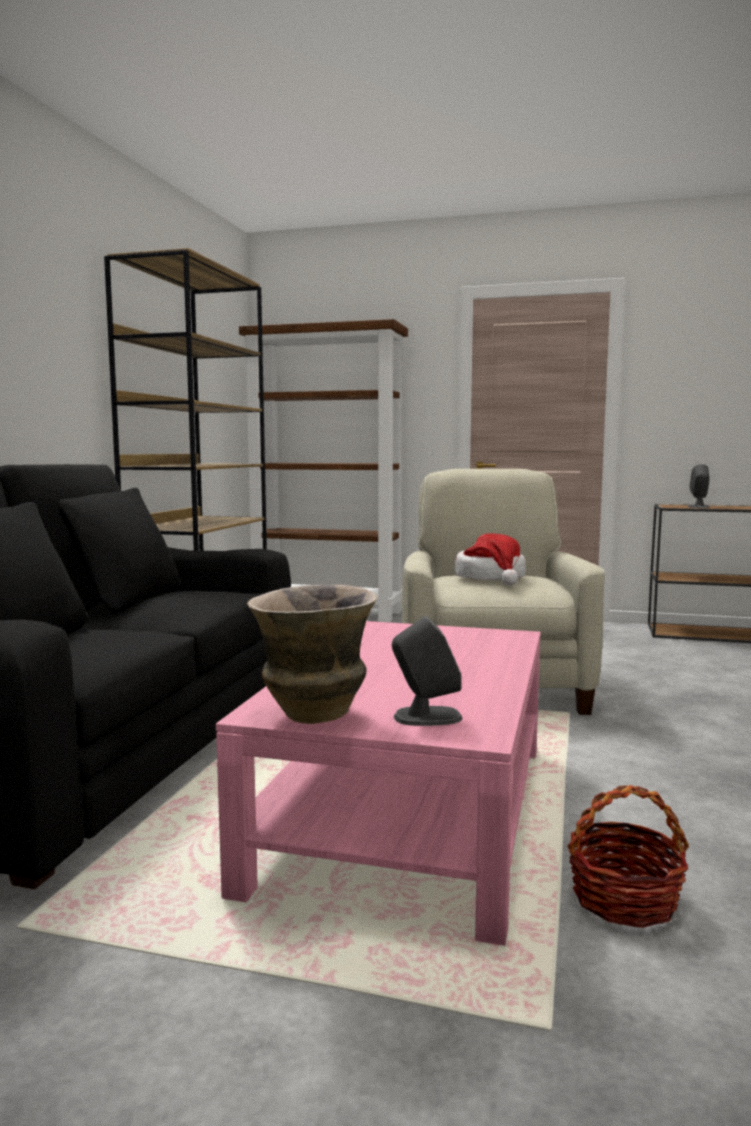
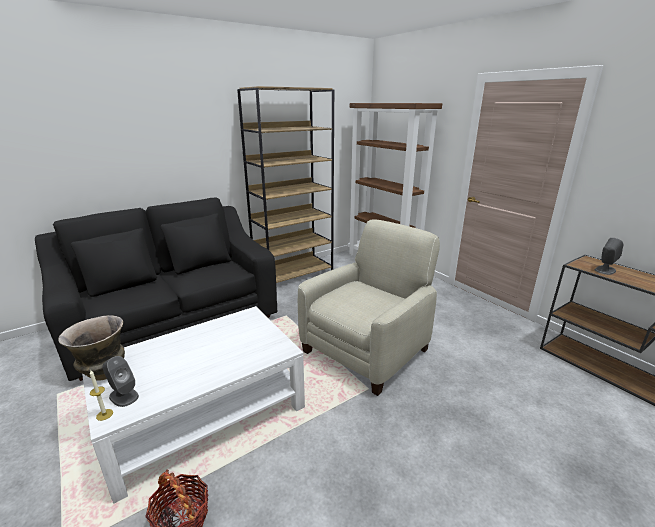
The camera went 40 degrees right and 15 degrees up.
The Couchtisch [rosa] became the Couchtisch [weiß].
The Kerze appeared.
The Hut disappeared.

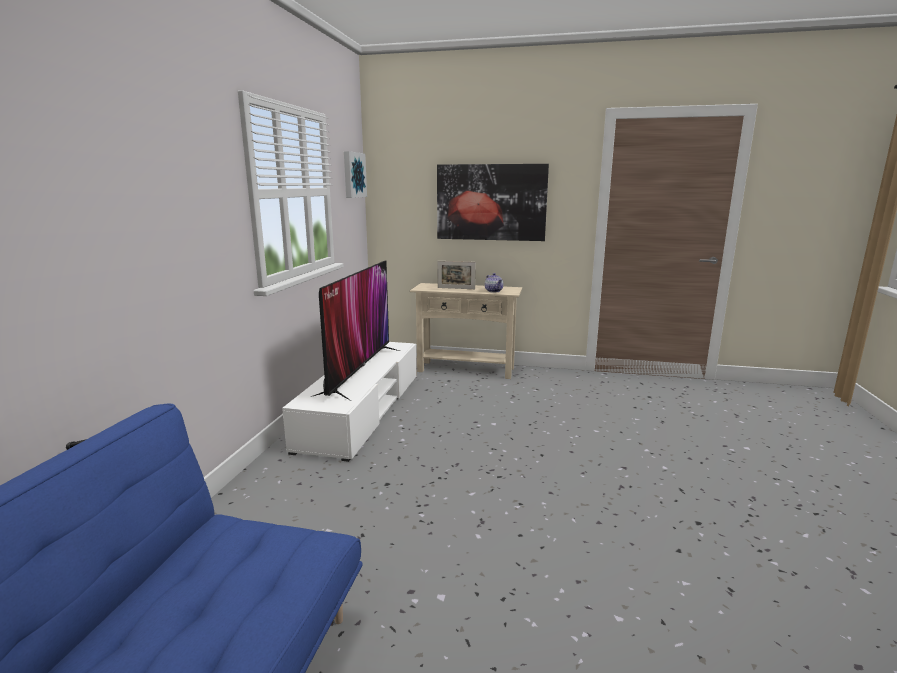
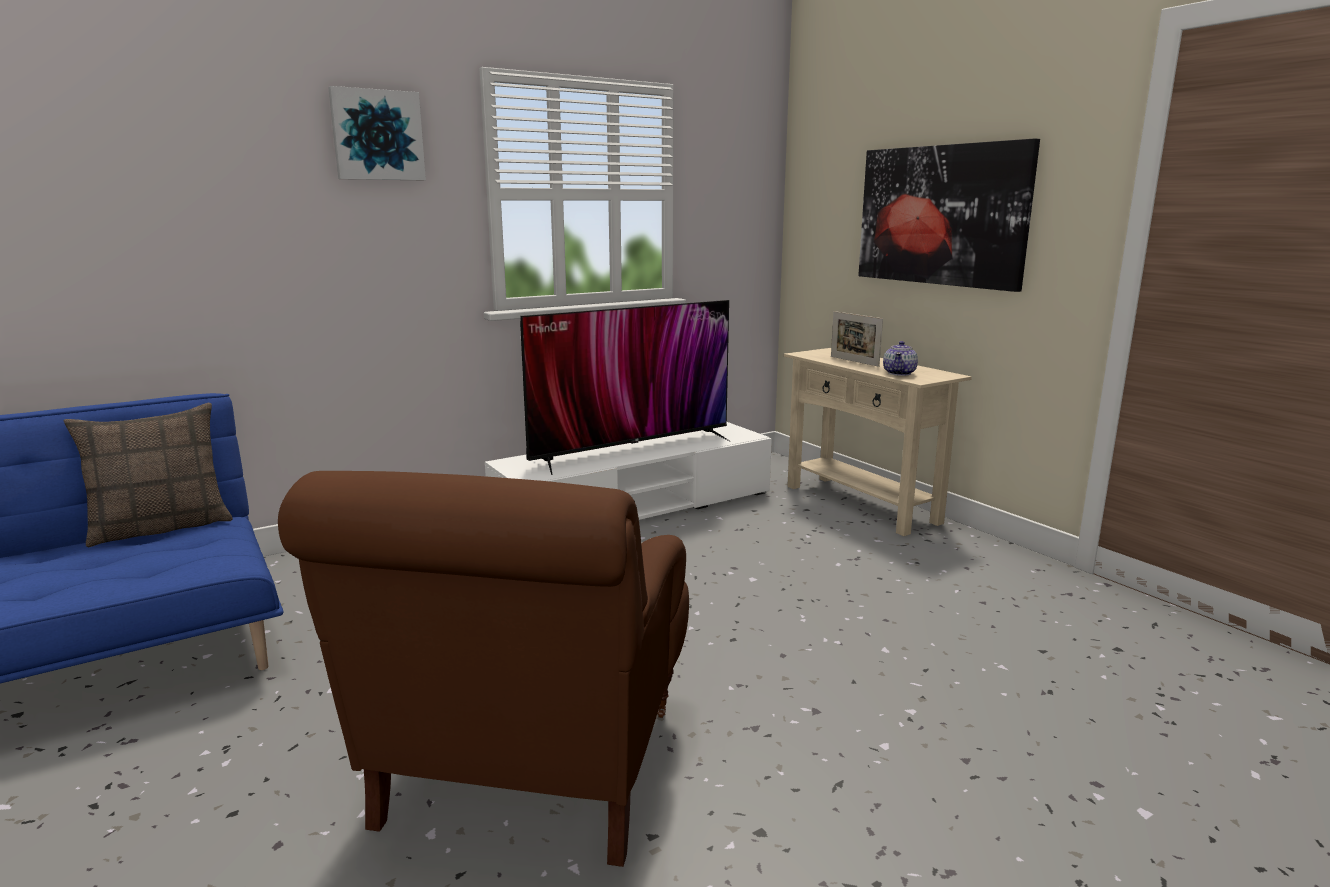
The camera went 45 degrees right and 0 degrees up.
The Kissen appeared.
The Sessel [braun] appeared.
The Bild (1st from left) moved.

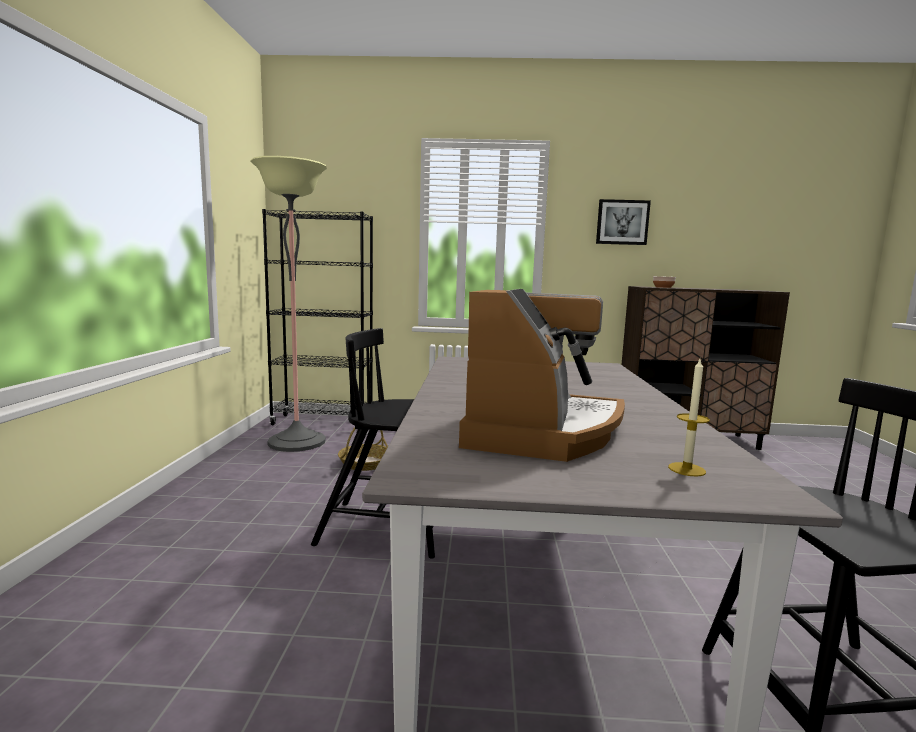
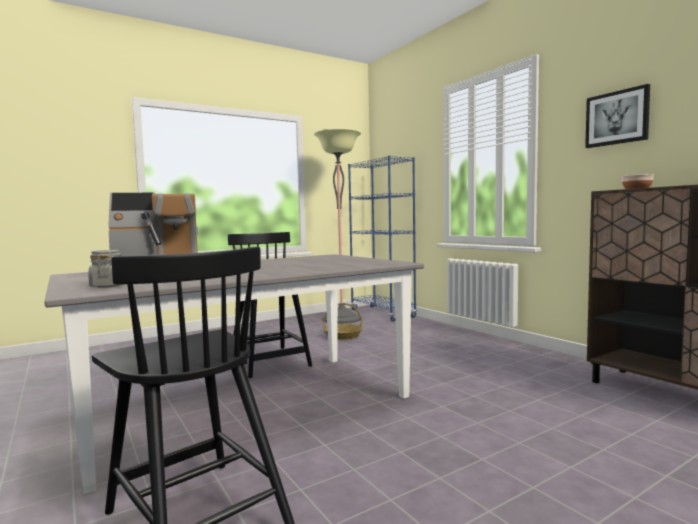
The camera went 55 degrees right and 5 degrees down.
The Kerze was replaced by the Vorratsglas [grau].
The Bücherregal [schwarz] became the Bücherregal [blau].

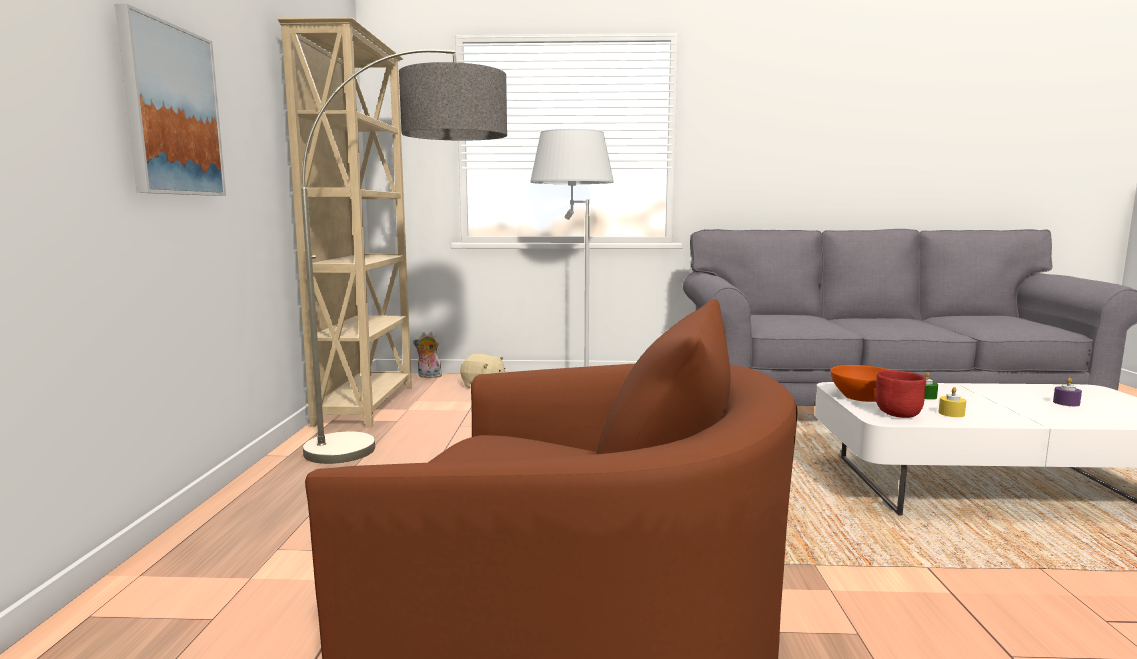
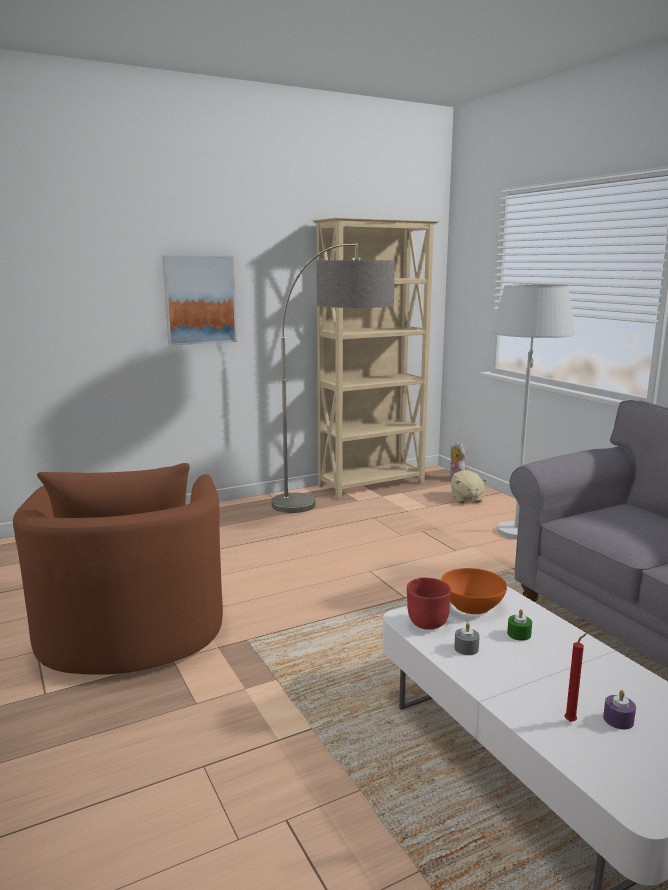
The camera went 60 degrees right and 5 degrees up.
The Kerze [gelb] became the Kerze [grau].
The Kerze [rot] appeared.

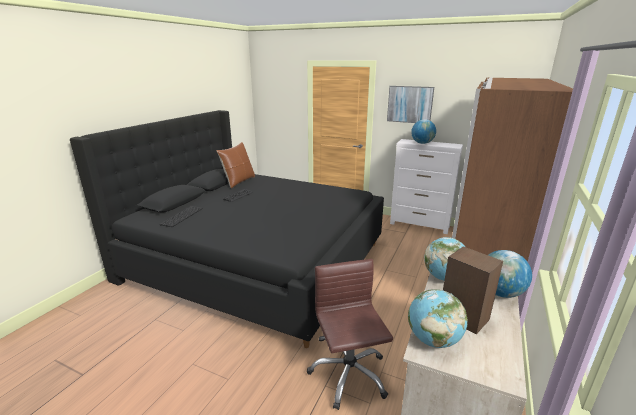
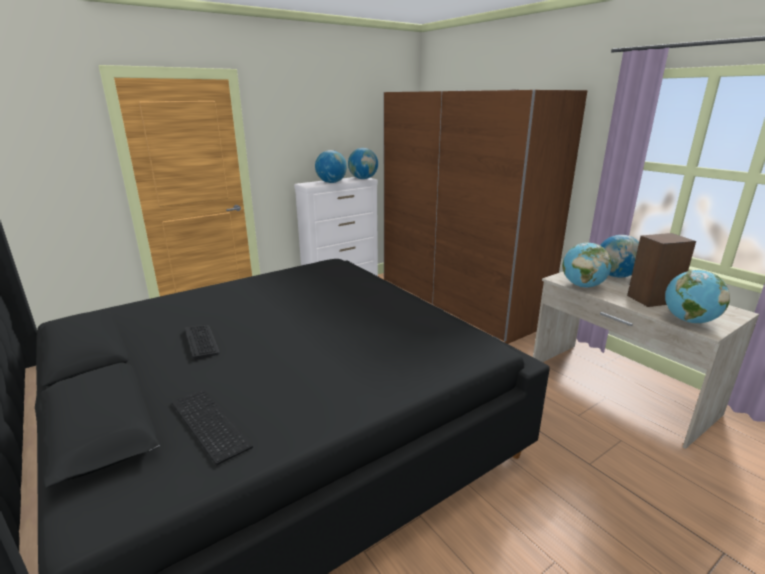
The camera went 60 degrees left and 0 degrees up.
The Globus (2nd from left) appeared.
The Kissen [braun] disappeared.
The Bürostuhl [braun] disappeared.
The Bild disappeared.

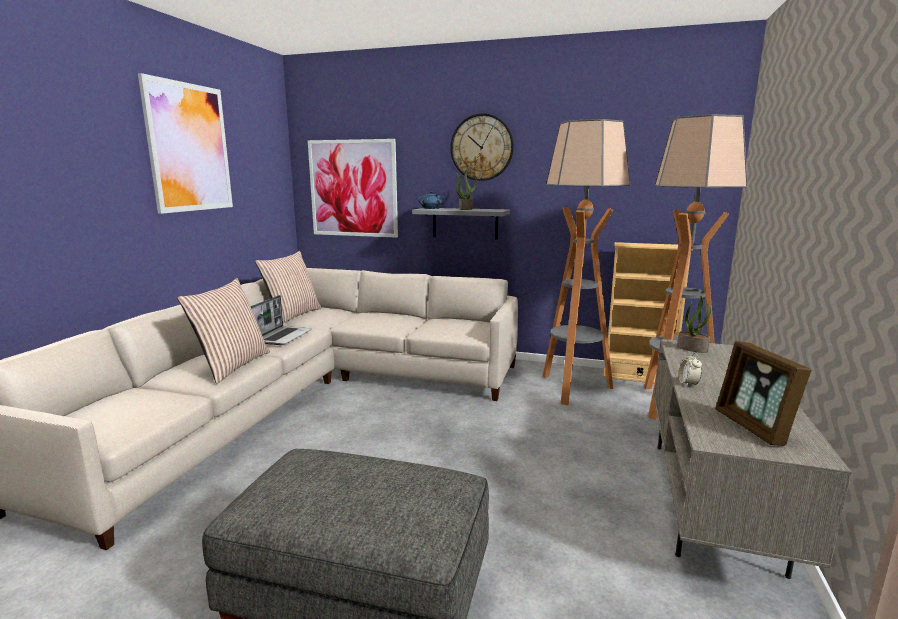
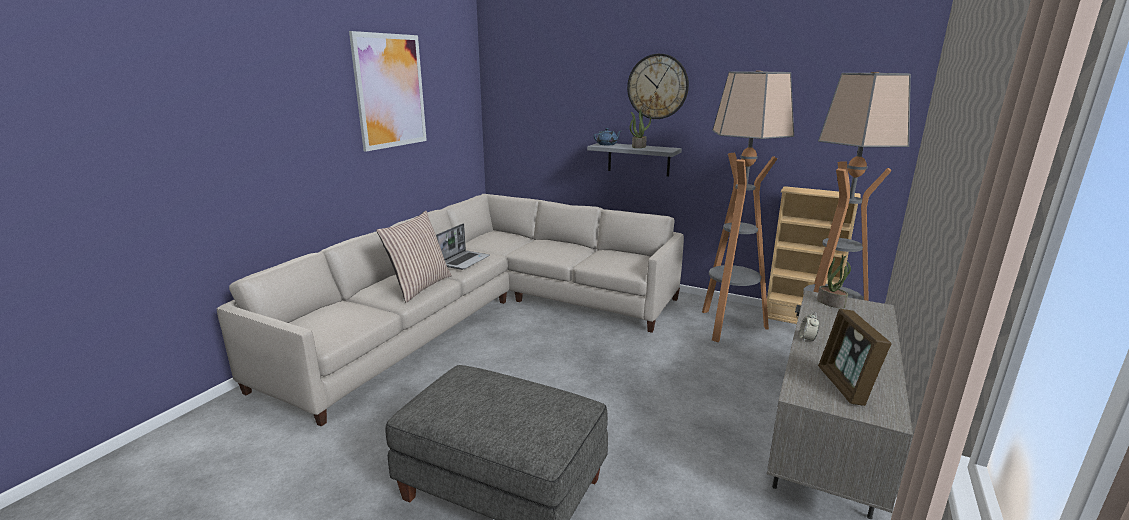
The camera went 10 degrees right and 5 degrees up.
The Kissen (2nd from left) disappeared.
The Bild (2nd from left) disappeared.

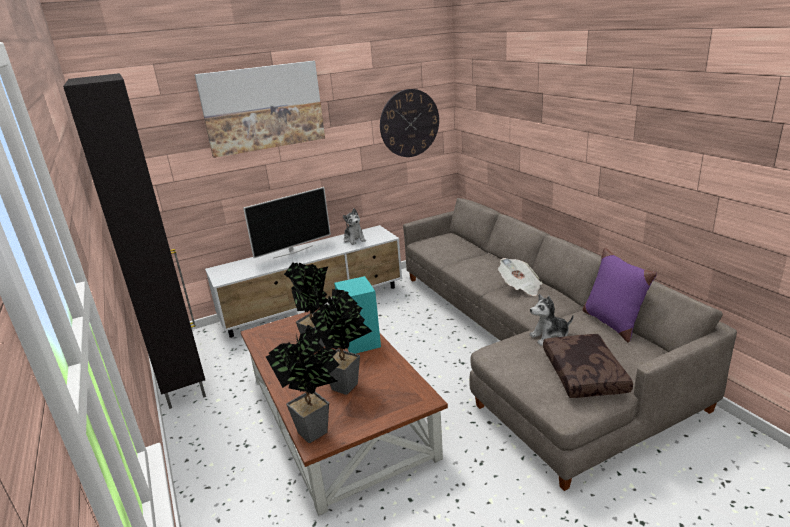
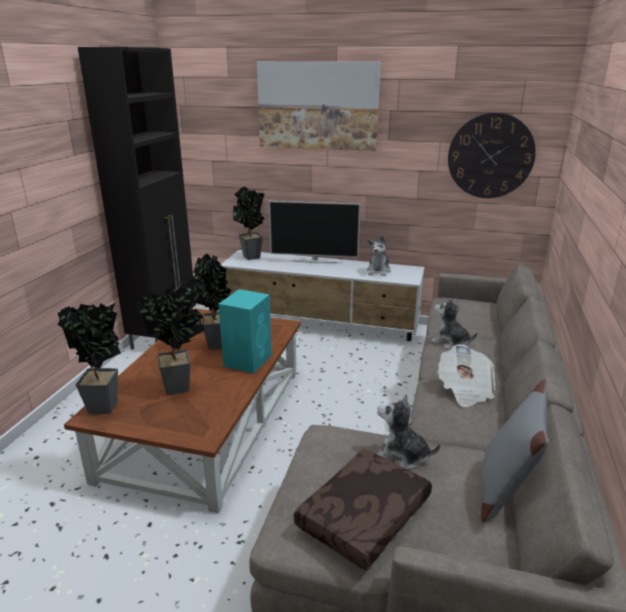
The camera went 40 degrees right and 0 degrees up.
The Topfpflanze (4th from left) appeared.
The Plüschtier (3rd from left) appeared.
The Kissen [lila] became the Kissen [grau].

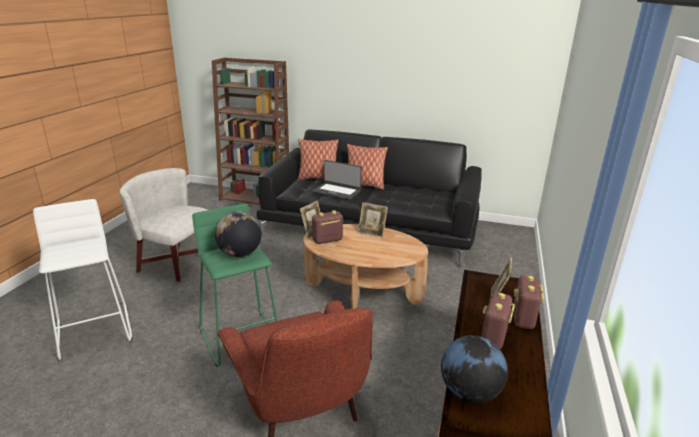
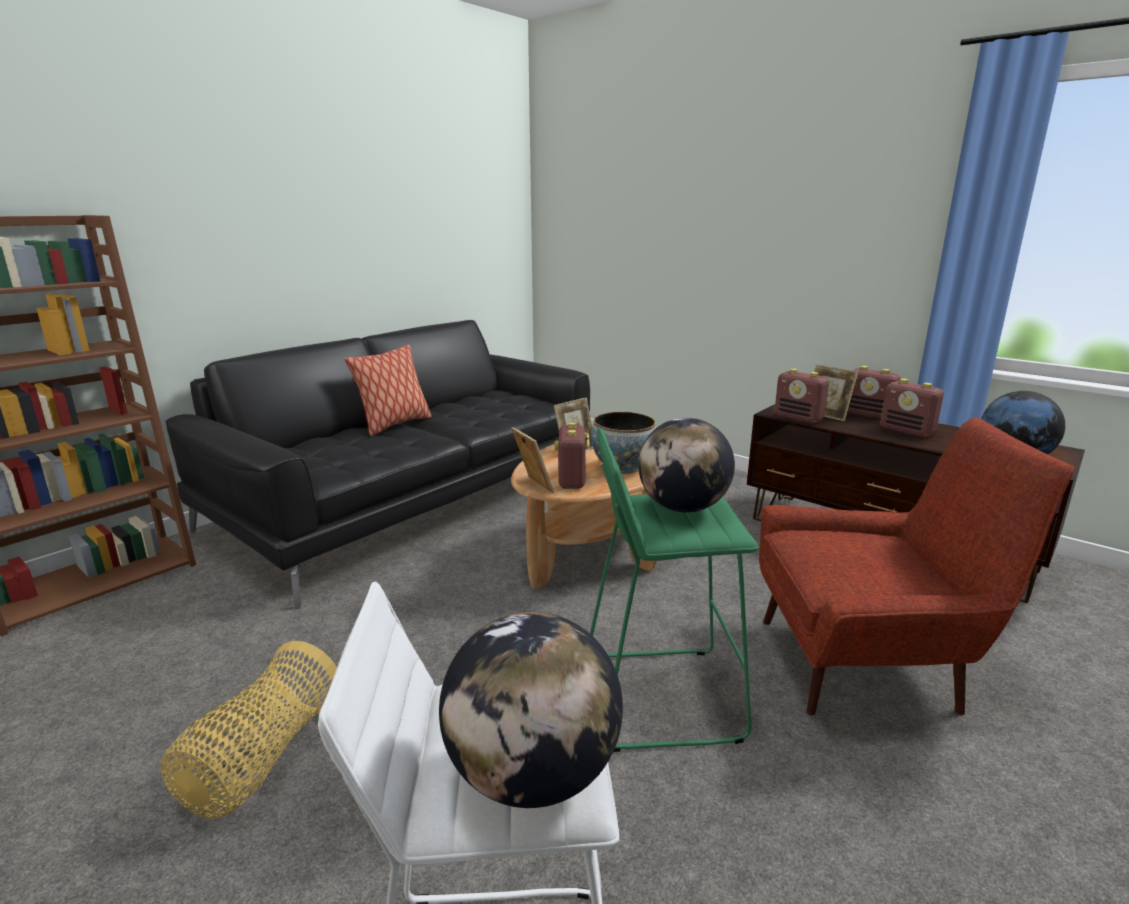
The camera went 65 degrees left and 5 degrees down.
The Sessel [weiß] was replaced by the Korb.
The Globus (1st from left) appeared.
The Schüssel appeared.
The Radio (2nd from left) appeared.
The Kissen (1st from left) disappeared.
The Laptop disappeared.

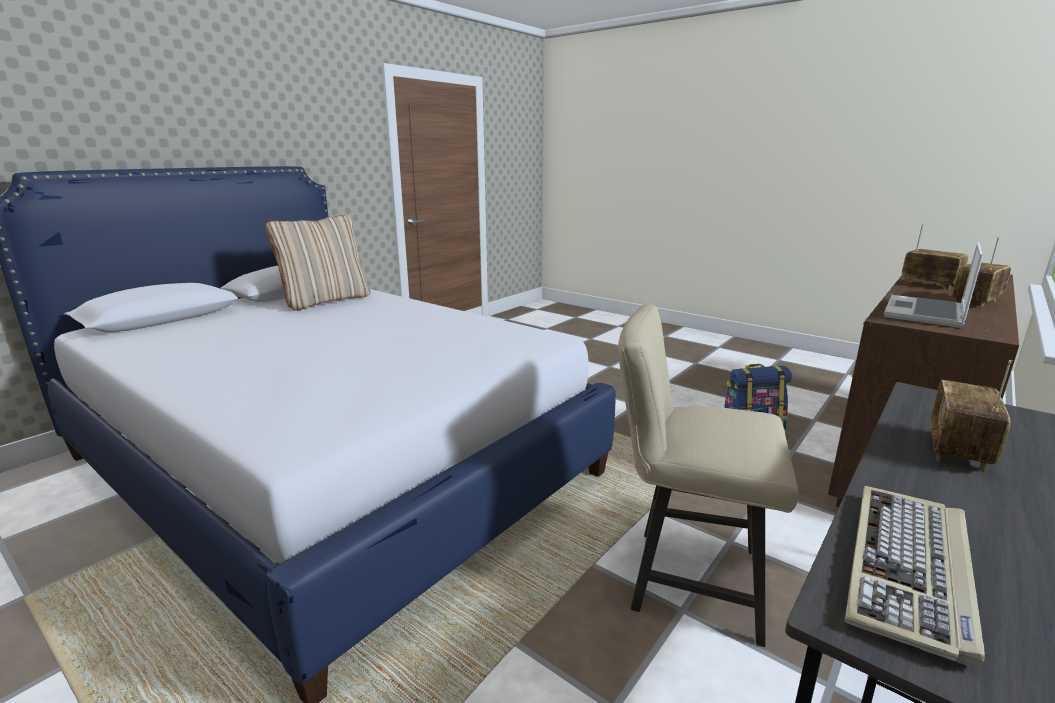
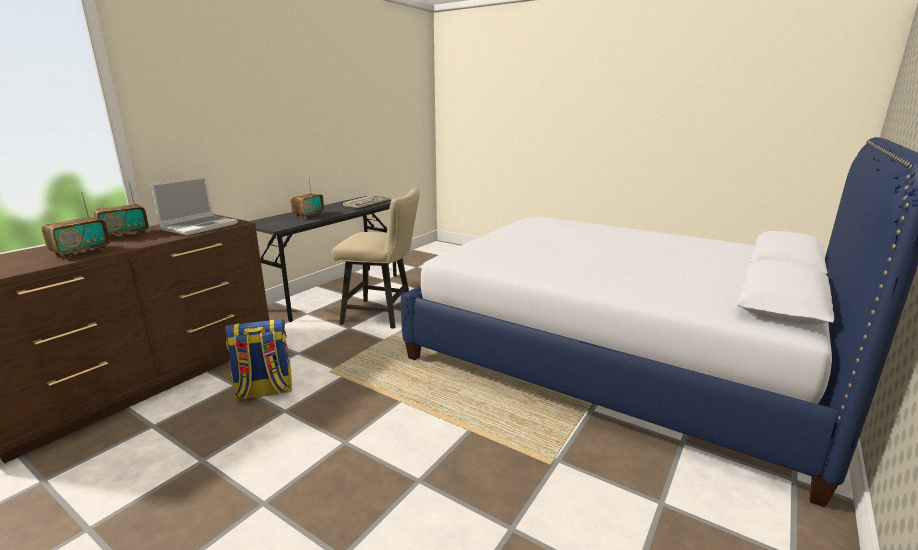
The camera went 175 degrees right and 0 degrees up.
The Radio (1st from left) turned 105 degrees counterclockwise.
The Kissen [beige] disappeared.

